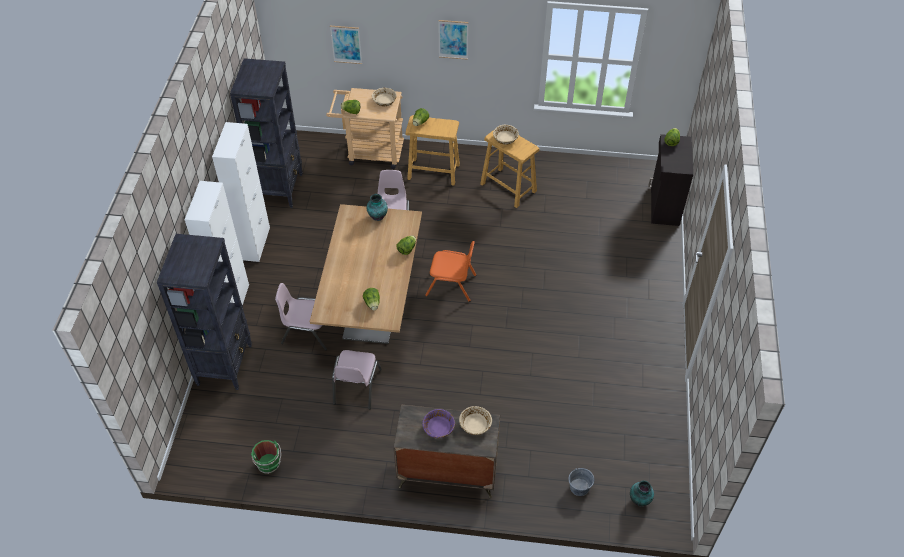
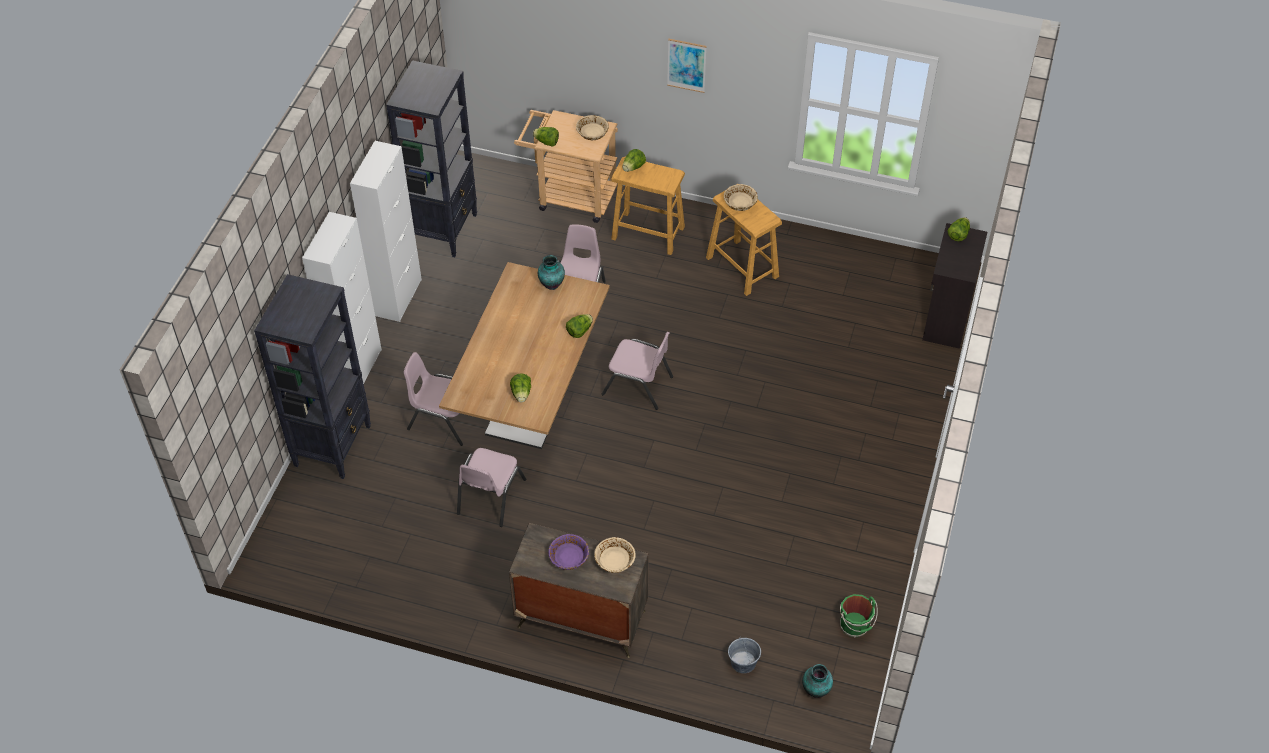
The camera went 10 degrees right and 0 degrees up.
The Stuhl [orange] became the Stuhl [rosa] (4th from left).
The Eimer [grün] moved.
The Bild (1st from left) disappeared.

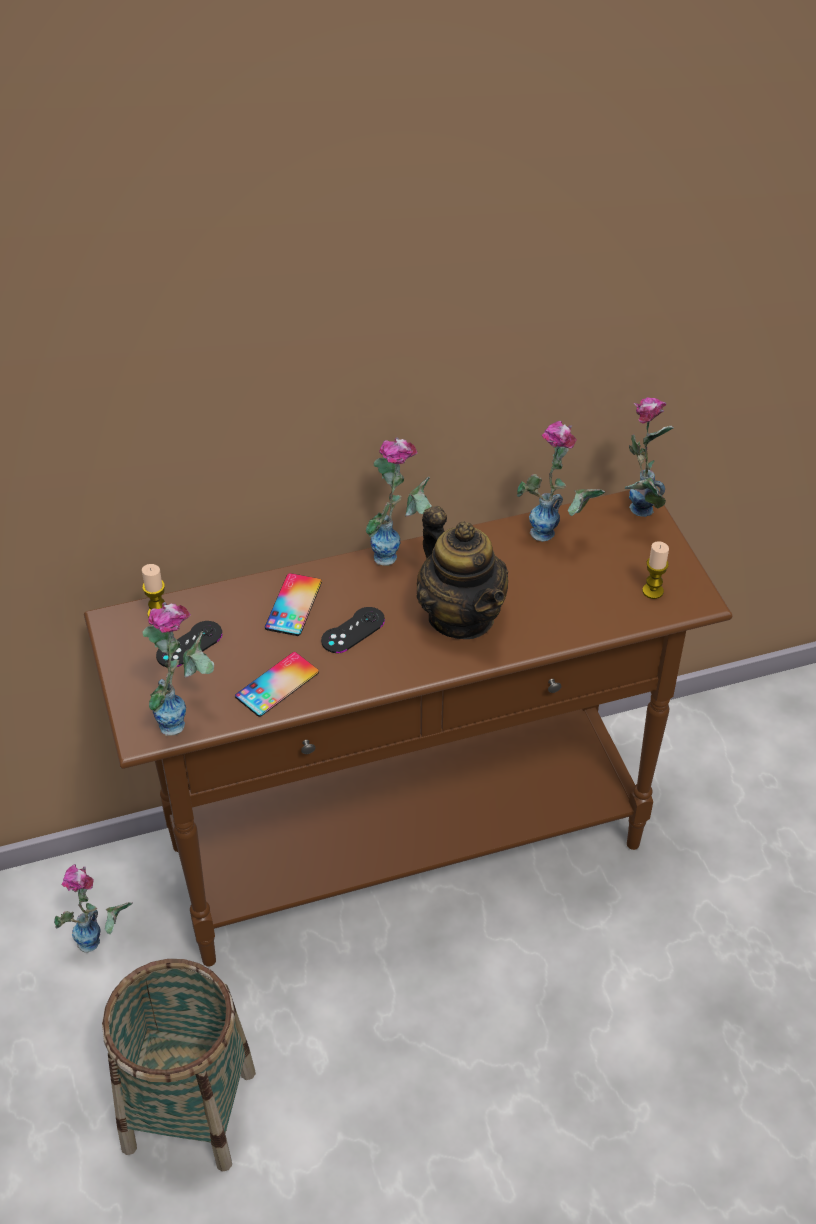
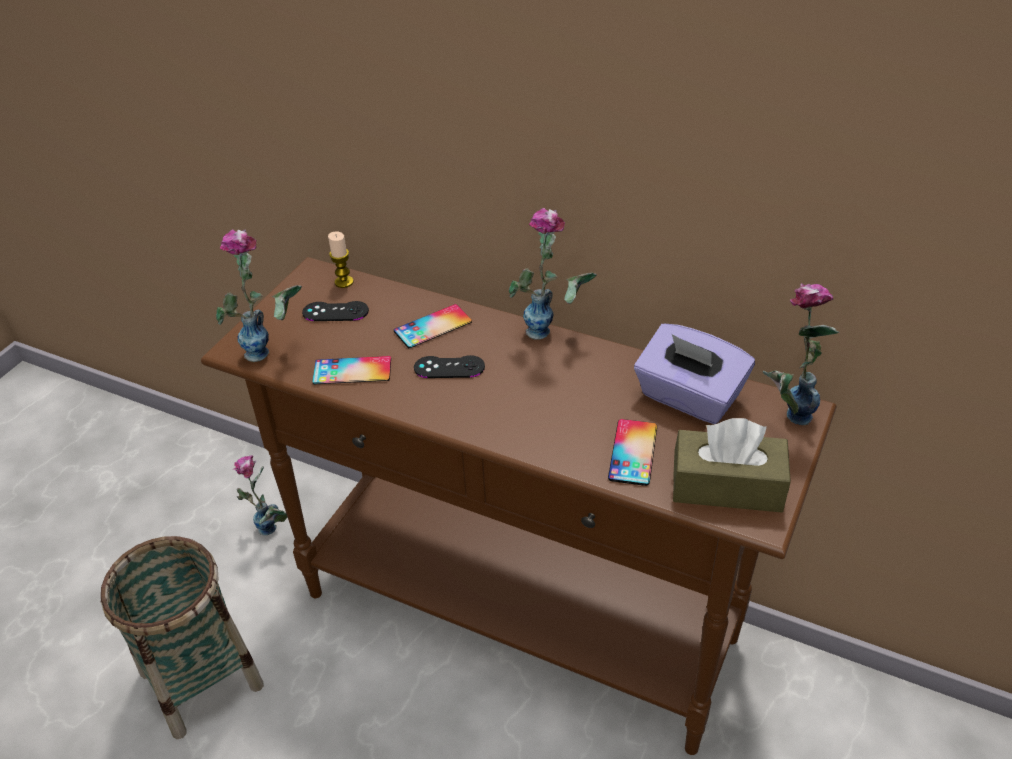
The camera went 45 degrees right and 5 degrees down.
The Handy (3rd from left) appeared.
The Vase (4th from left) was replaced by the Taschentuchbox [lila].
The Kerze (2nd from left) was replaced by the Taschentuchbox [braun].
The Teekanne disappeared.

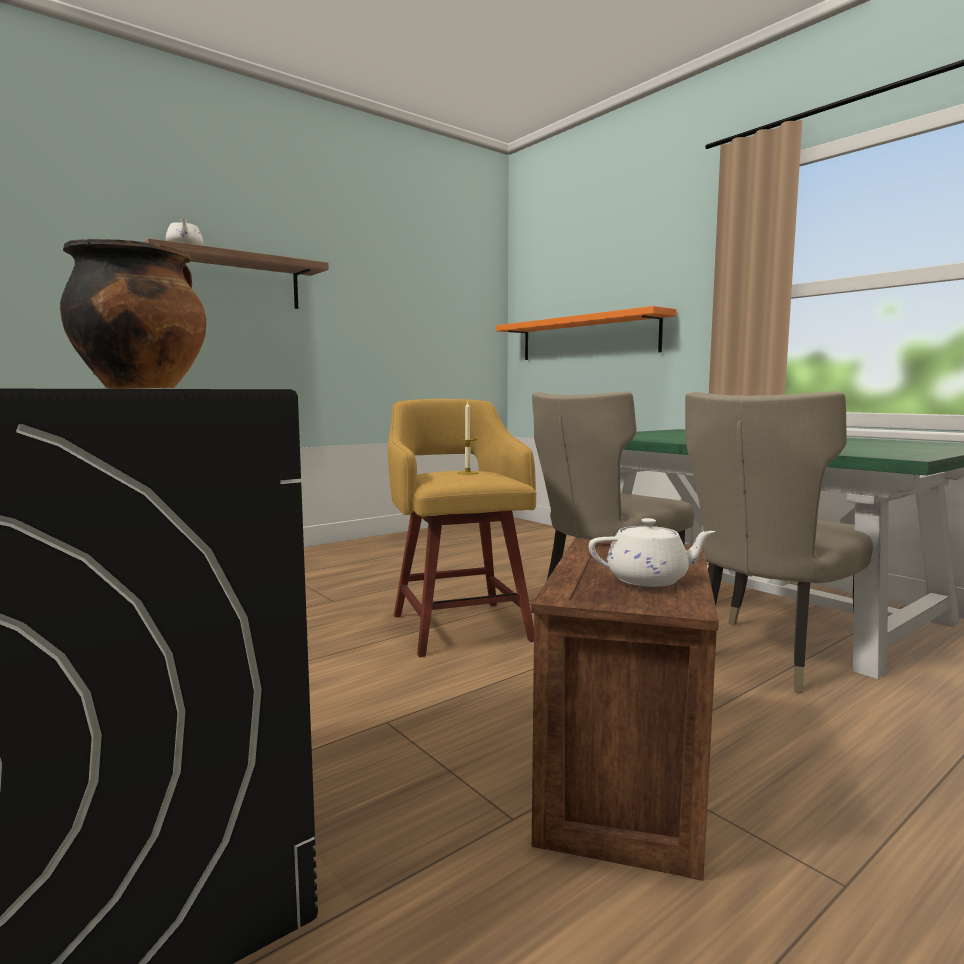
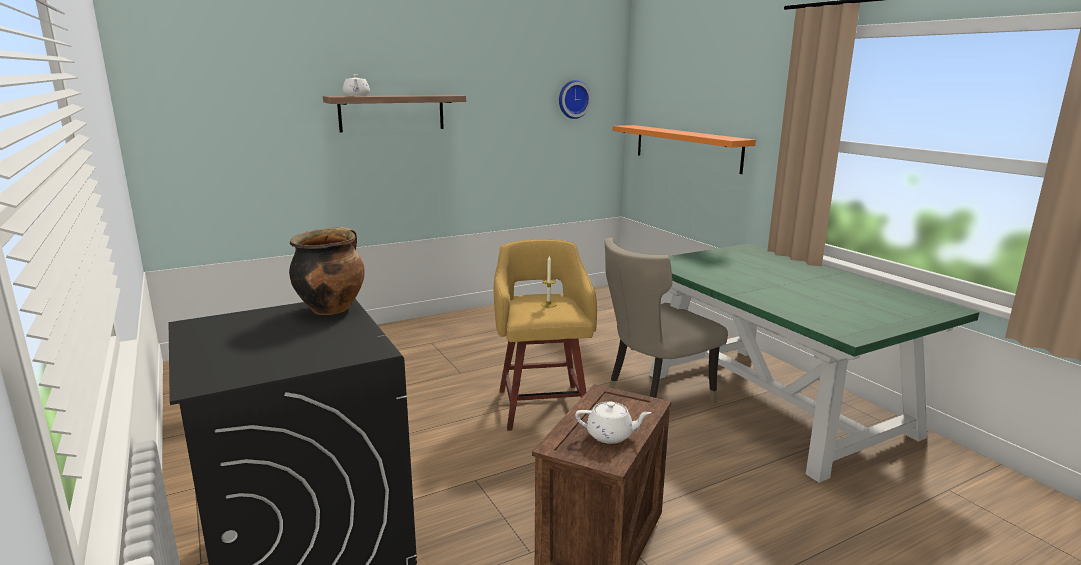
The camera went 10 degrees right and 10 degrees up.
The Wanduhr appeared.
The Stuhl [beige] (2nd from left) disappeared.

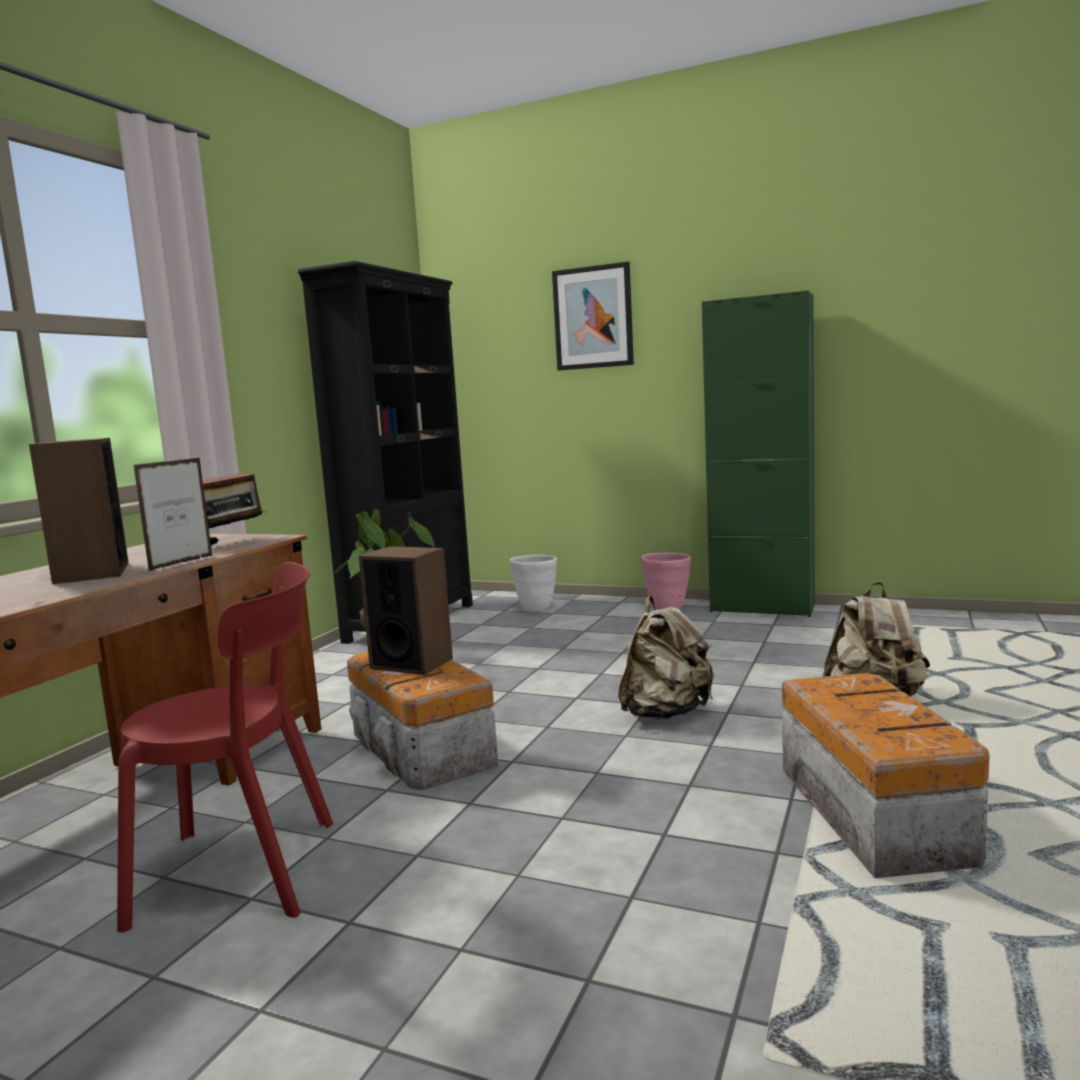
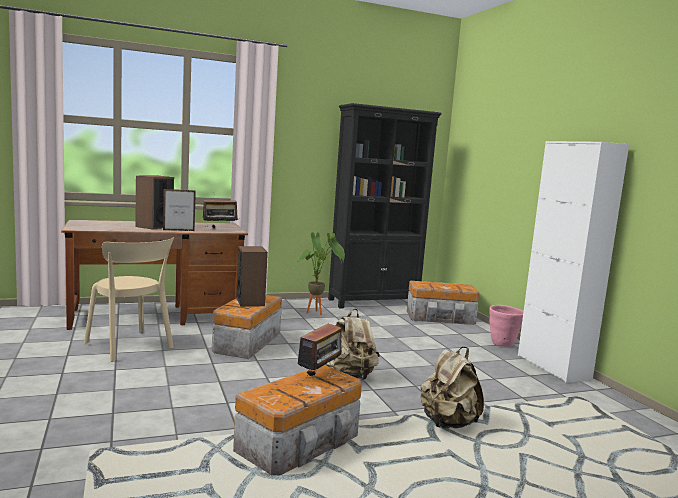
The camera went 45 degrees right and 0 degrees up.
The Stuhl [rot] became the Stuhl [beige].
The Radio (2nd from left) appeared.
The Pflanzkübel [weiß] was replaced by the Aufbewahrungsbox (3rd from left).
The Schrank [grün] became the Schrank [weiß].
The Bild disappeared.

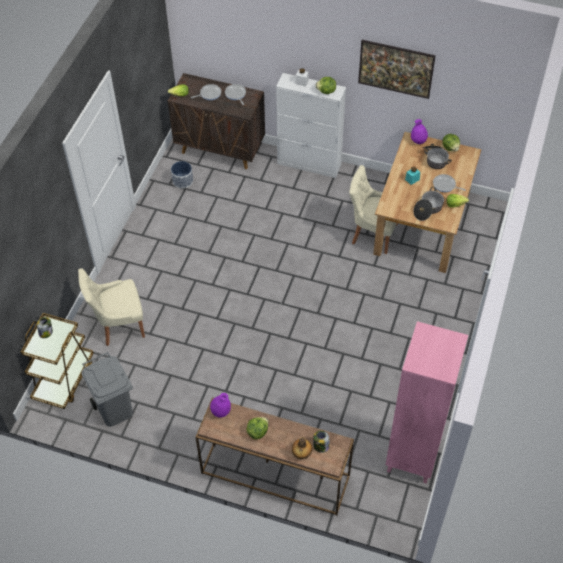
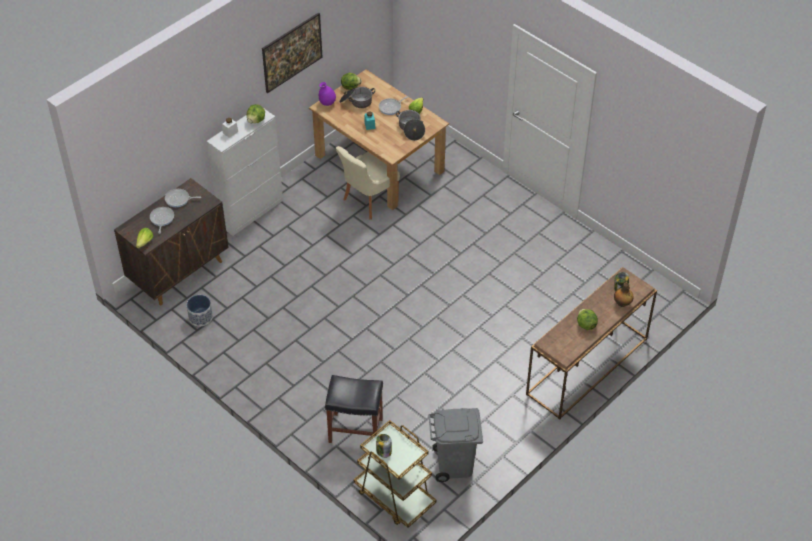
The camera went 65 degrees left and 5 degrees down.
The Stuhl [beige] (1st from left) was replaced by the Hocker [schwarz].
The Vase [lila] (1st from left) disappeared.
The Bücherregal [rosa] disappeared.

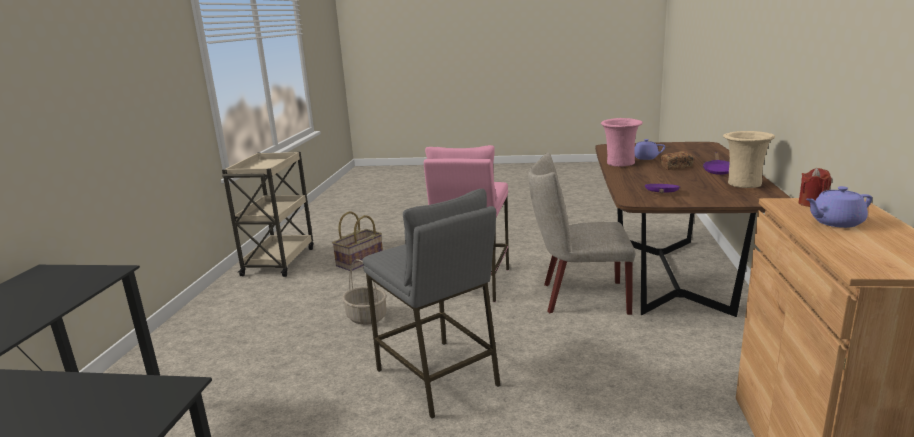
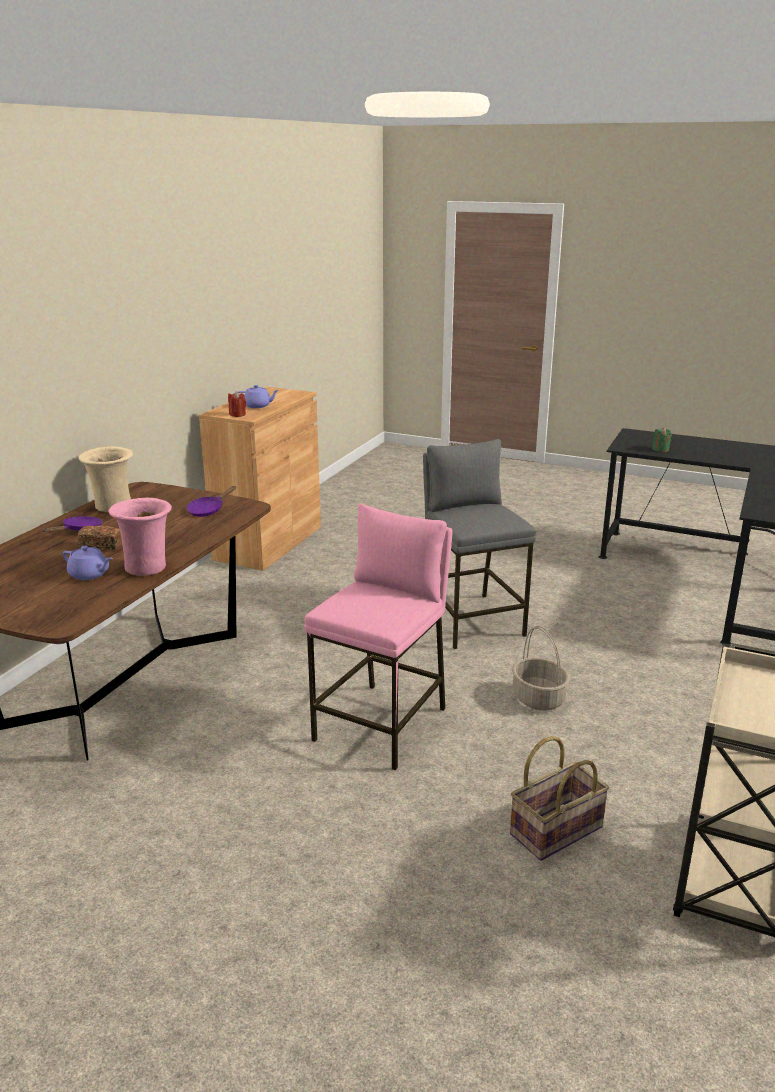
The camera went 165 degrees left and 5 degrees up.
The Kerze [grün] appeared.
The Stuhl [beige] disappeared.

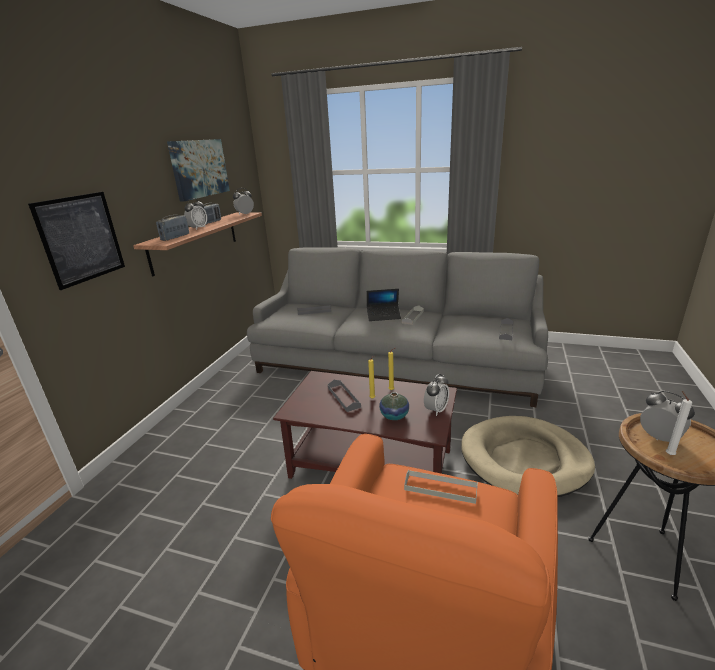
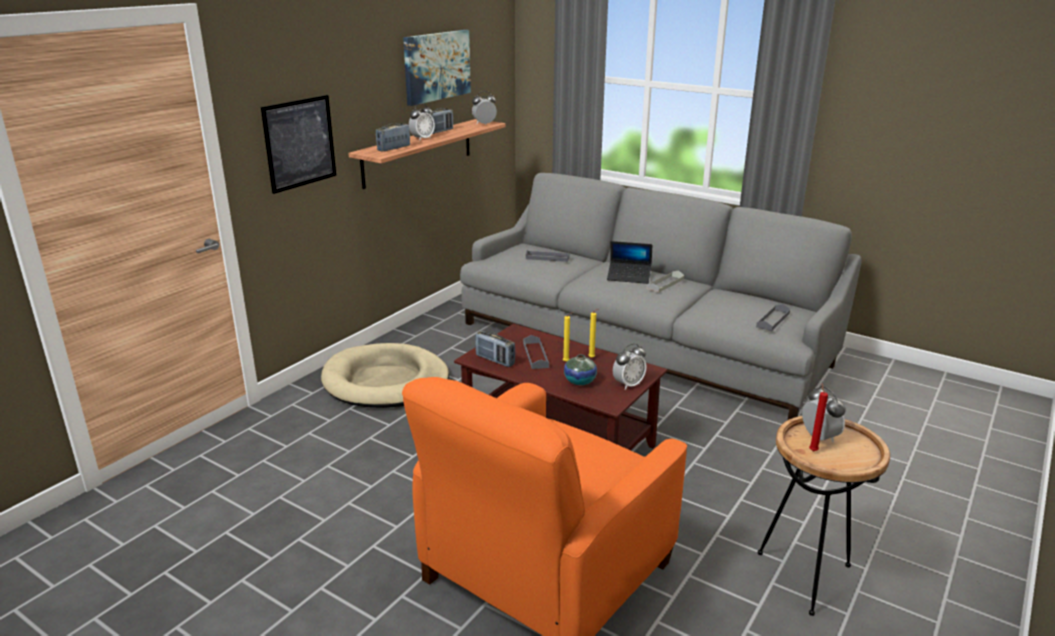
The camera went 15 degrees right and 0 degrees up.
The Hundebett [beige] moved.
The Radio (3rd from left) appeared.
The Kerze [weiß] became the Kerze [rot].
The Tablett [grau] (4th from left) disappeared.

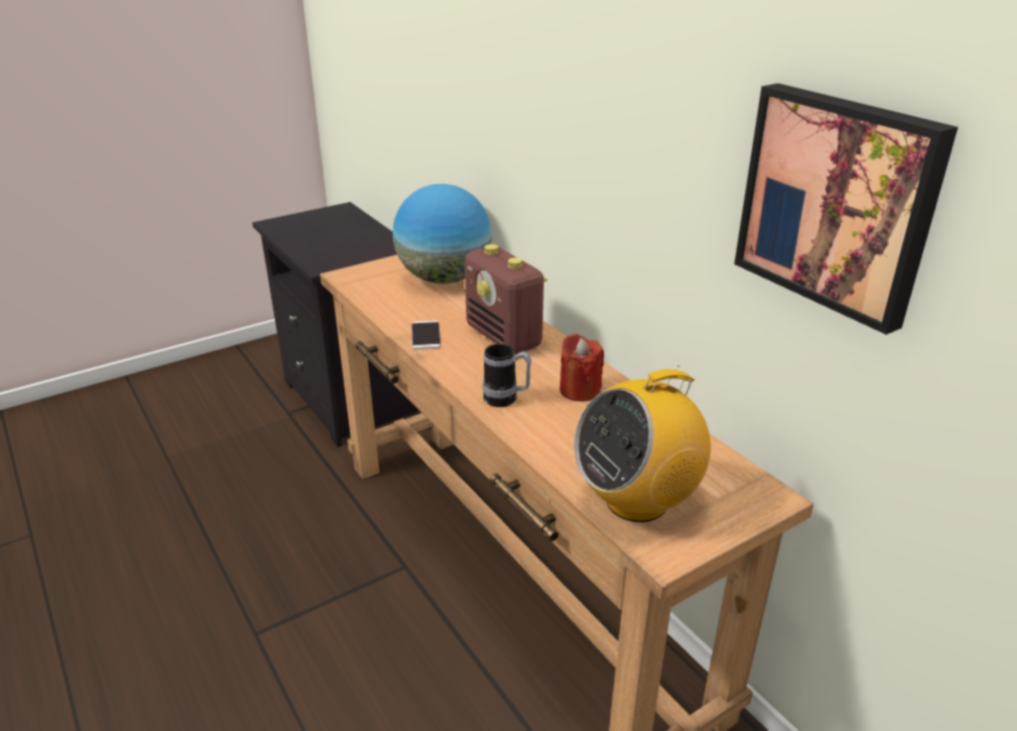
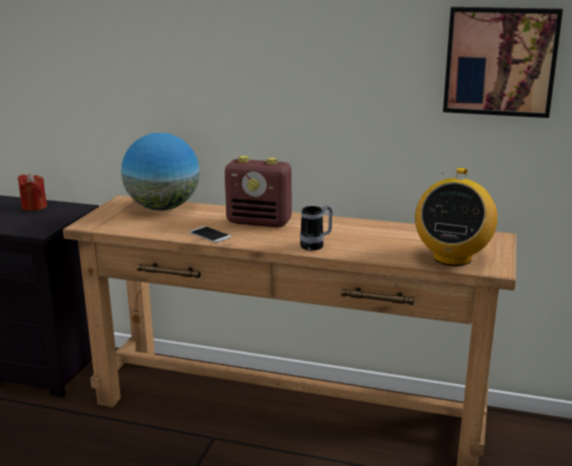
The camera went 40 degrees left and 10 degrees down.
The Kerze [rot] moved.

